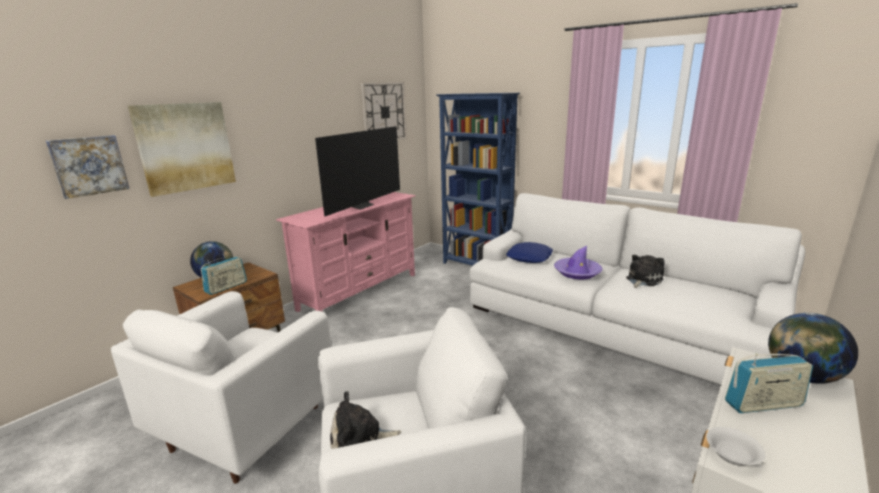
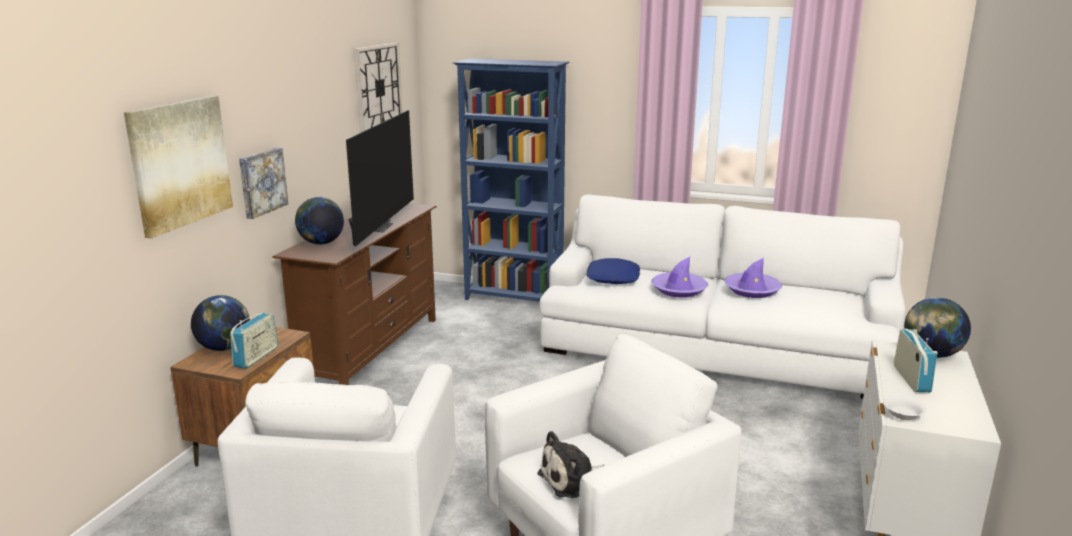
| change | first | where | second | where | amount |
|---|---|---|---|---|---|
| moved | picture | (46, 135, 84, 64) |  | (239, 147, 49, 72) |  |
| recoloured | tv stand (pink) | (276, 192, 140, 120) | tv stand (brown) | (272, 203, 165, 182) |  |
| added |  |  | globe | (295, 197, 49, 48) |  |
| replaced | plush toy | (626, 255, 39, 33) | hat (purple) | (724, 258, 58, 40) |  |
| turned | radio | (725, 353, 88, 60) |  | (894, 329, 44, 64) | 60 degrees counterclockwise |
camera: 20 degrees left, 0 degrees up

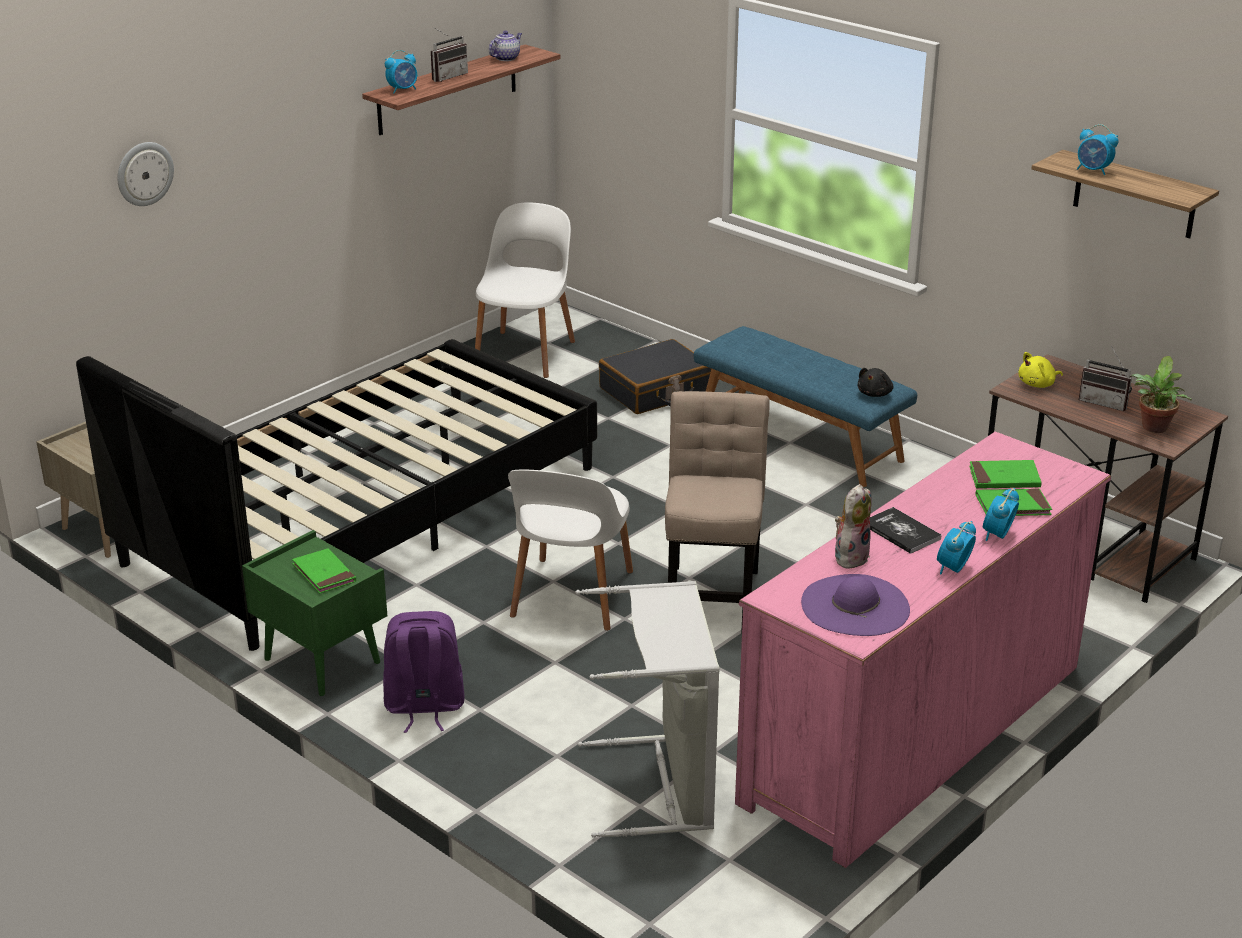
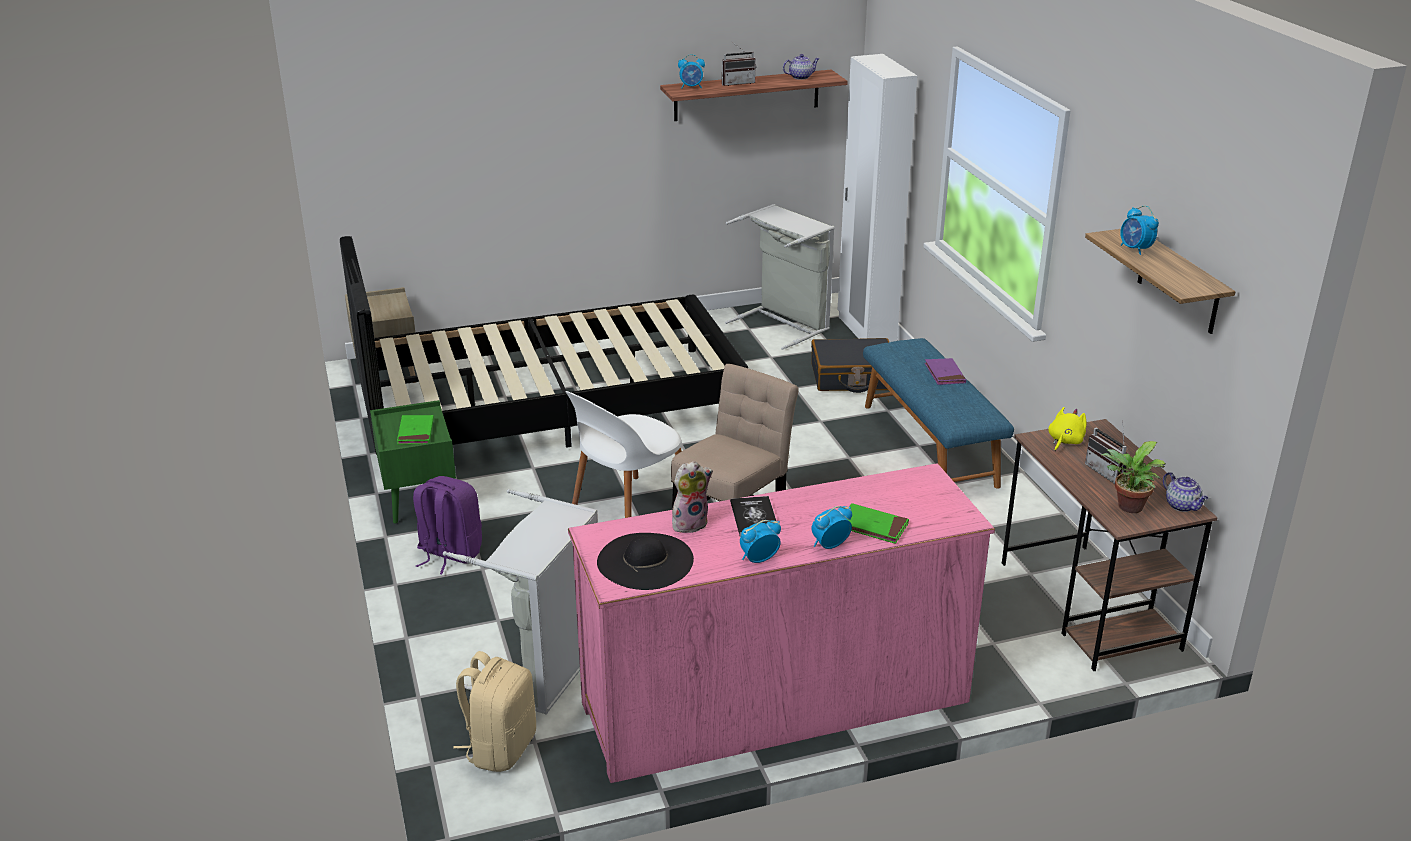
| change | first | where | second | where | amount |
|---|---|---|---|---|---|
| added |  |  | backpack (beige) | (453, 651, 83, 121) |  |
| recoloured | hat (purple) | (801, 574, 109, 62) | hat (black) | (597, 533, 97, 57) |  |
| replaced | chair (white) | (475, 202, 100, 176) | laundry basket (grey) | (725, 204, 110, 146) |  |
| added |  |  | wardrobe (white) | (838, 54, 79, 288) |  |
| added |  |  | book (purple) | (925, 358, 41, 27) |  |
| turned | plush toy (yellow) | (1018, 352, 45, 36) |  | (1048, 407, 39, 44) | 120 degrees clockwise |
| added |  |  | teapot | (1163, 472, 45, 40) |  |
| removed | wall clock | (117, 142, 57, 64) |  |  |  |
| removed | plush toy (black) | (857, 368, 36, 29) |  |  |  |
| removed | book (green) | (969, 460, 73, 29) |  |  |  |
camera: 30 degrees right, 0 degrees up

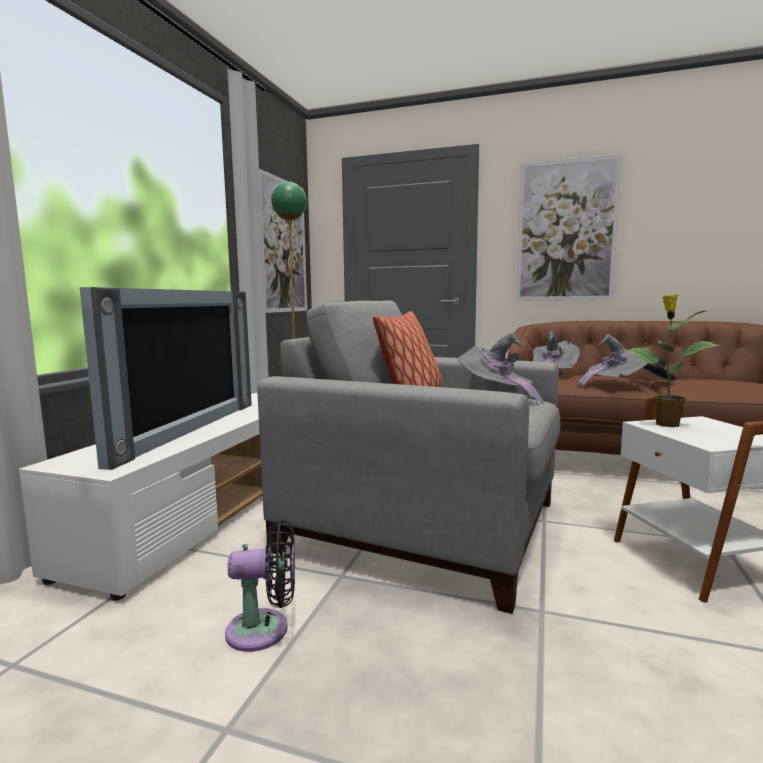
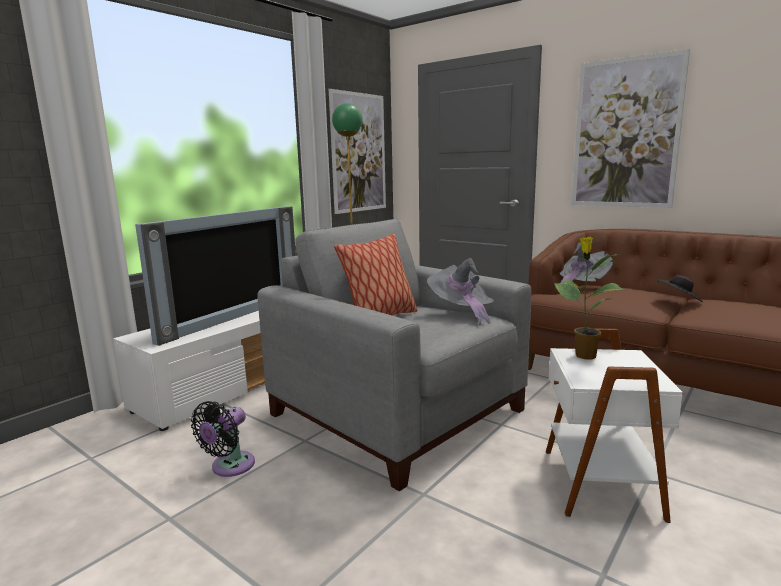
| change | first | where | second | where | amount |
|---|---|---|---|---|---|
| turned | fan (black) | (225, 520, 70, 132) |  | (191, 401, 64, 76) | 105 degrees clockwise |
| removed | hat (grey) | (577, 334, 73, 53) |  |  |  |
camera: 20 degrees right, 5 degrees up

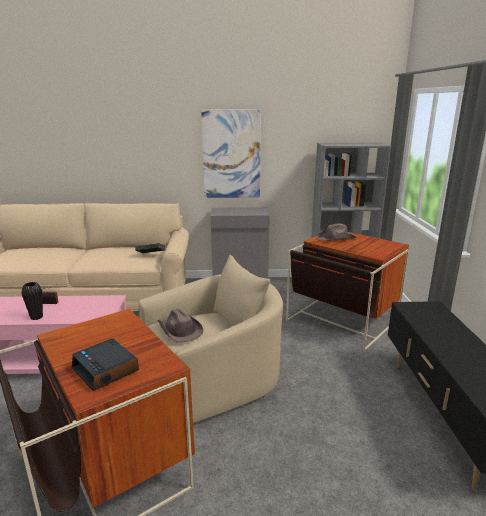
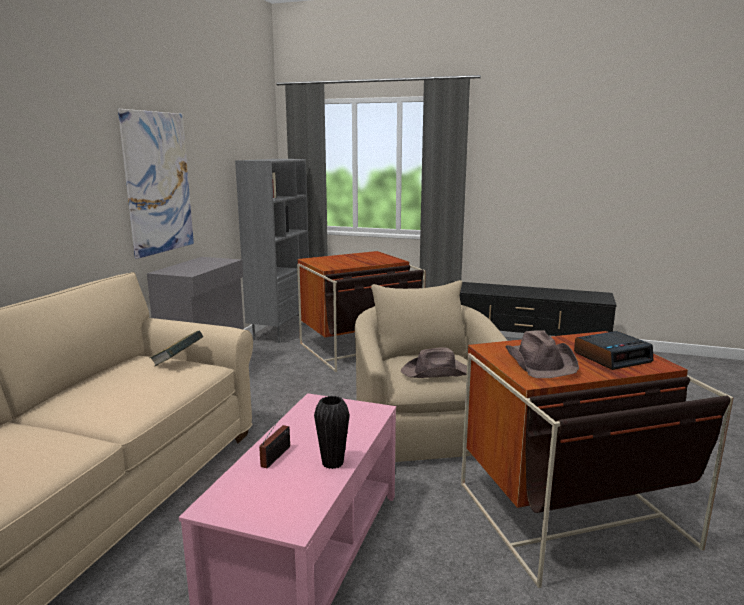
| change | first | where | second | where | amount |
|---|---|---|---|---|---|
| moved | hat (brown) | (316, 223, 41, 18) |  | (505, 330, 74, 48) |  |
camera: 70 degrees left, 5 degrees down

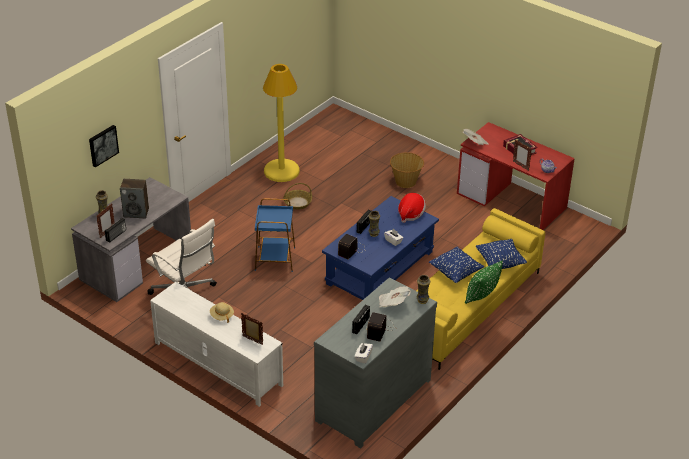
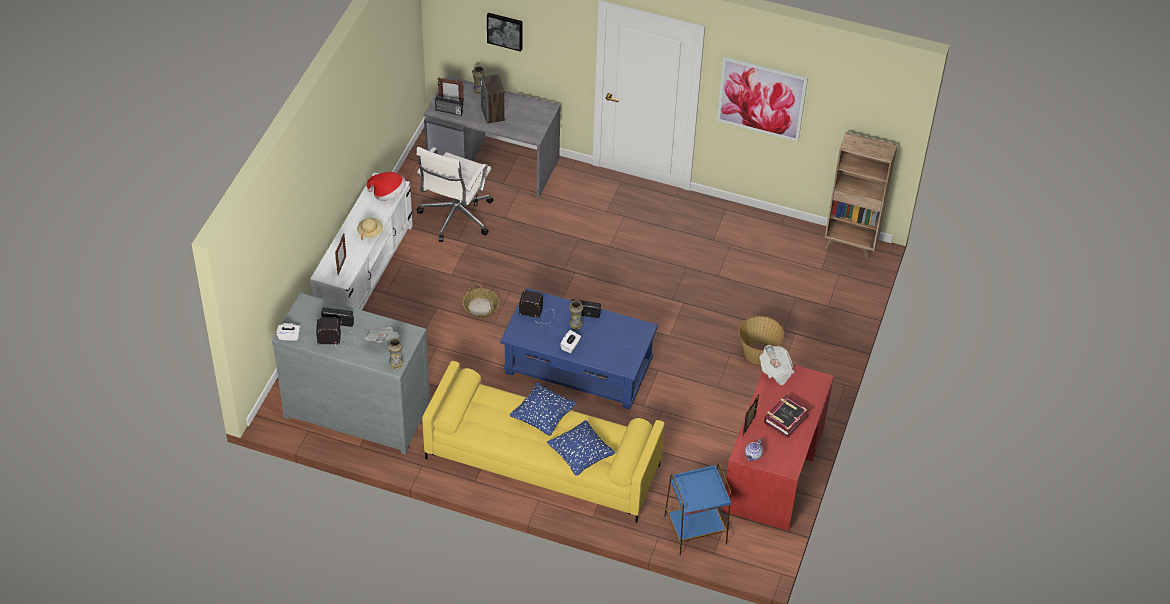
| change | first | where | second | where | amount |
|---|---|---|---|---|---|
| moved | hat | (398, 193, 28, 30) |  | (367, 172, 39, 29) |  |
| moved | basket | (283, 183, 29, 27) |  | (462, 282, 37, 36) |  |
| moved | side table (blue) | (255, 198, 40, 74) |  | (664, 463, 67, 93) |  |
| added |  |  | picture | (717, 57, 91, 85) |  |
| added |  |  | bookcase (brown) | (825, 132, 73, 128) |  |
| removed | floor lamp (yellow) | (263, 64, 37, 118) |  |  |  |
| removed | pillow (green) | (465, 260, 38, 44) |  |  |  |
camera: 70 degrees right, 10 degrees up

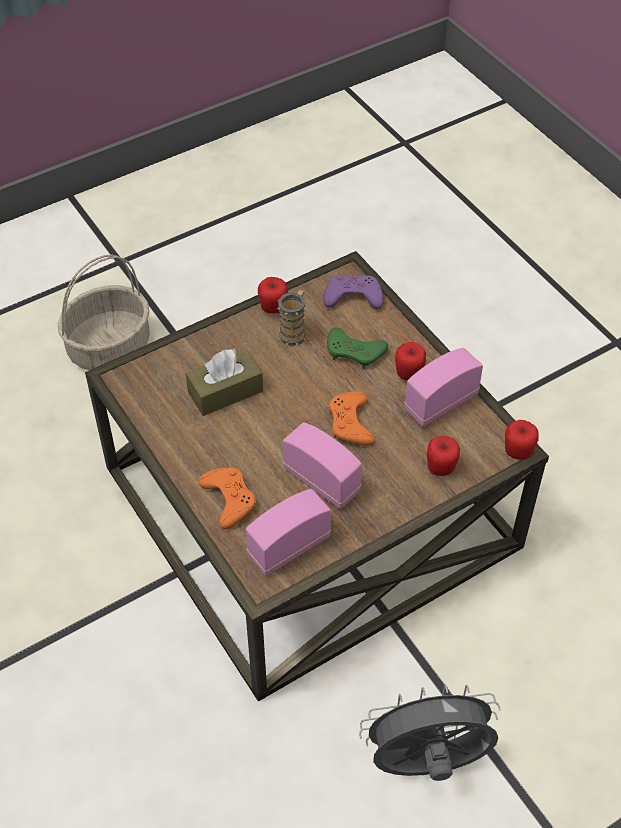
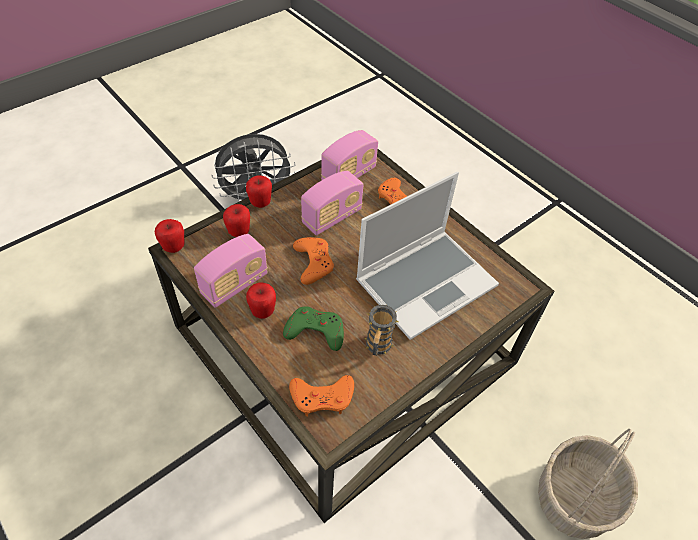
| change | first | where | second | where | amount |
|---|---|---|---|---|---|
| moved | apple | (258, 277, 30, 37) |  | (246, 176, 26, 32) |  |
| recoloured | game controller (purple) | (323, 275, 61, 34) | game controller (orange) | (289, 375, 65, 41) |  |
| turned | radio | (283, 422, 79, 87) |  | (301, 171, 63, 64) | 75 degrees counterclockwise |
| replaced | tissue box (brown) | (186, 349, 77, 67) | laptop | (356, 172, 143, 168) |  |
camera: 170 degrees right, 0 degrees up

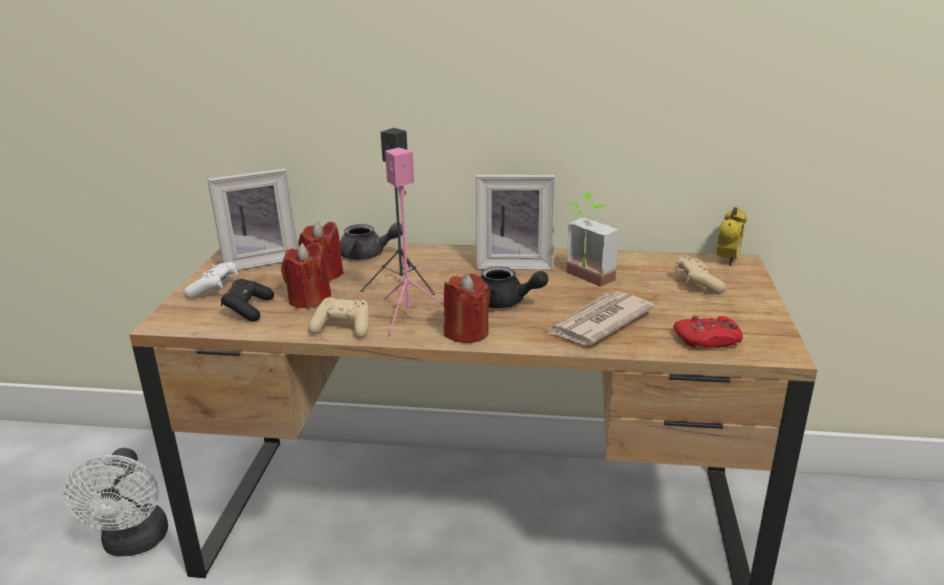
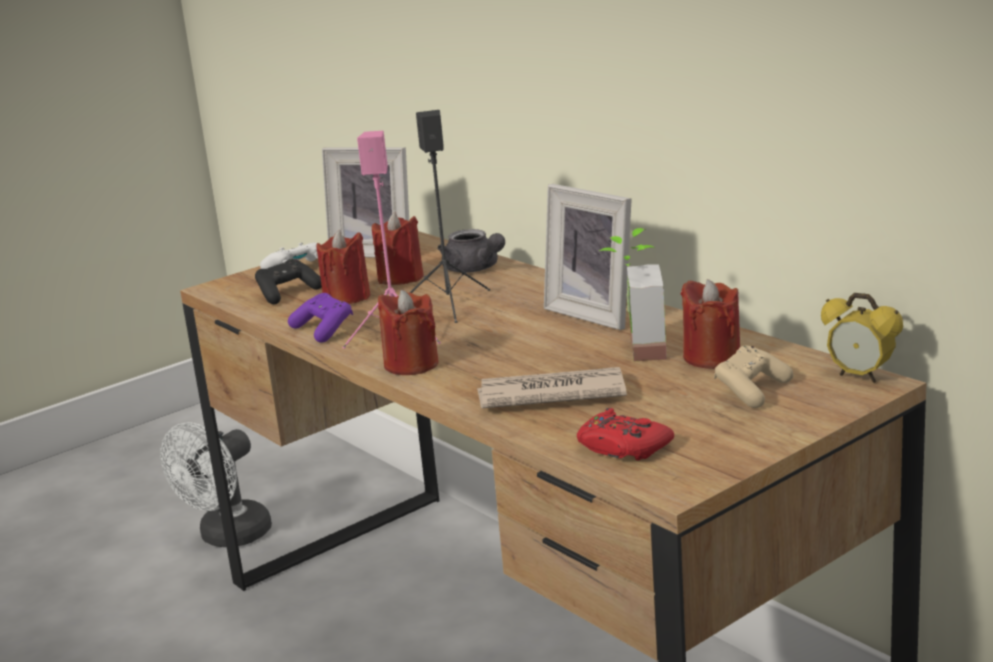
| change | first | where | second | where | amount |
|---|---|---|---|---|---|
| recoloured | game controller (beige) | (308, 297, 61, 41) | game controller (purple) | (288, 293, 65, 49) |  |
| added |  |  | candle (red) | (681, 279, 59, 90) |  |
| turned | alarm clock | (717, 207, 30, 59) |  | (821, 293, 82, 90) | 60 degrees clockwise |
| removed | teapot (black) | (481, 266, 67, 42) |  |  |  |
camera: 45 degrees right, 5 degrees down

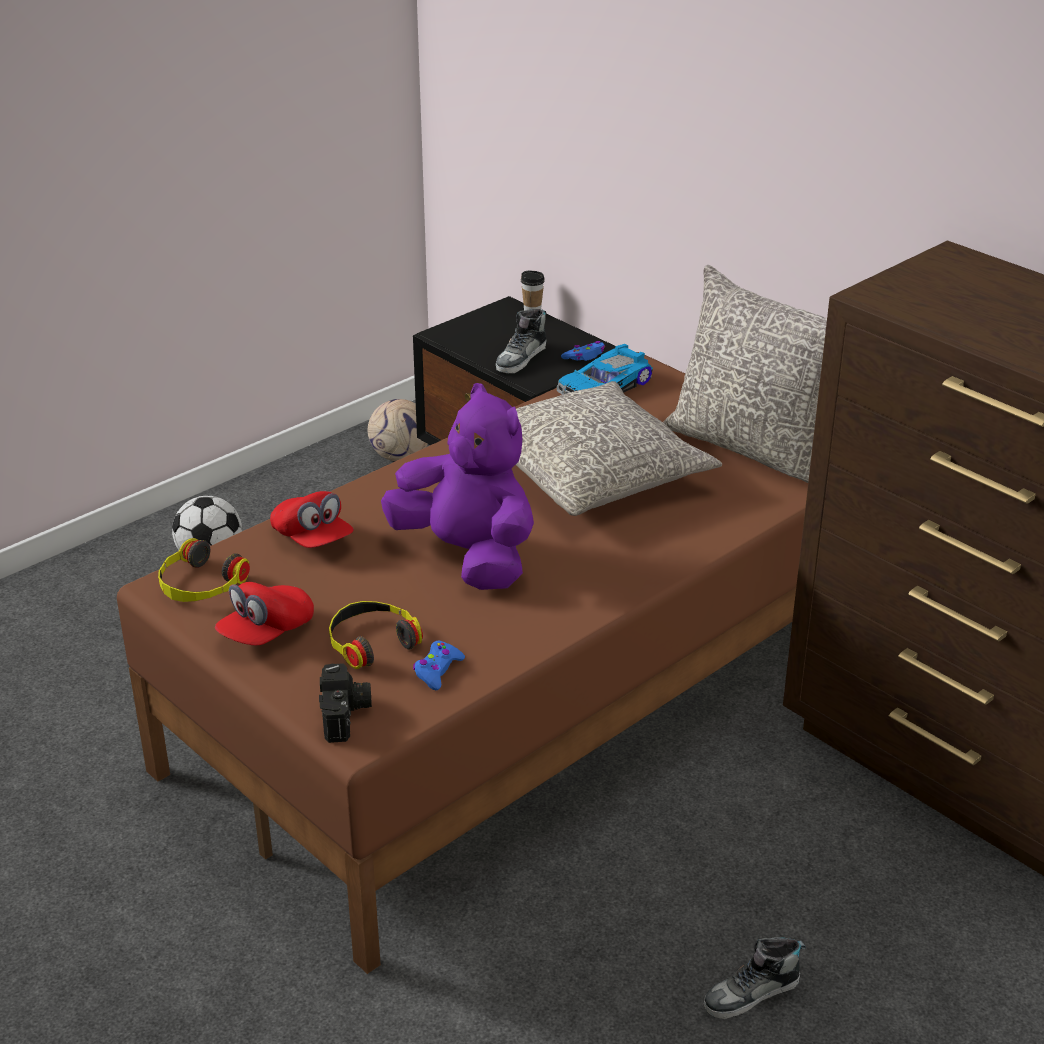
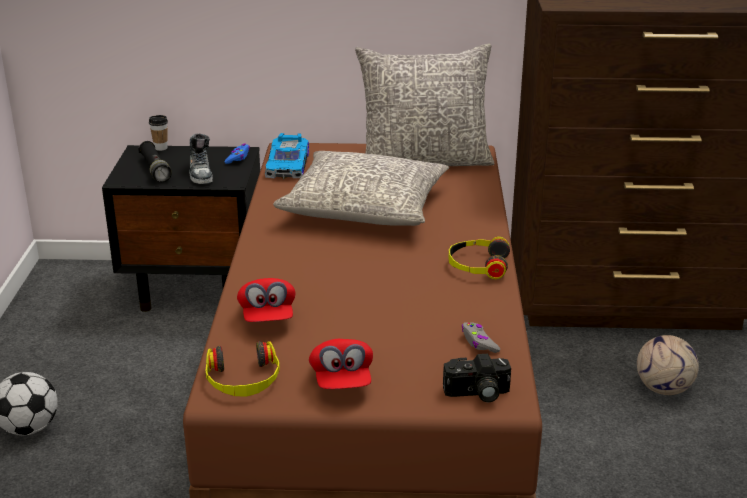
| change | first | where | second | where | amount |
|---|---|---|---|---|---|
| added |  |  | flashlight (black) | (138, 141, 34, 41) |  |
| turned | cap (red) | (270, 491, 84, 57) |  | (237, 278, 59, 44) | 75 degrees clockwise |
| turned | photo camera | (319, 663, 53, 80) |  | (443, 354, 68, 48) | 135 degrees clockwise |
| moved | headphones | (329, 601, 94, 68) |  | (449, 237, 61, 42) |  |
| recoloured | game controller (blue) | (413, 641, 52, 49) | game controller (grey) | (462, 322, 38, 31) |  |
| moved | football | (367, 399, 61, 62) |  | (637, 335, 62, 60) |  |
| removed | plush toy (purple) | (381, 383, 153, 207) |  |  |  |
| removed | shoe | (703, 937, 103, 82) |  |  |  |
camera: 45 degrees left, 5 degrees down

